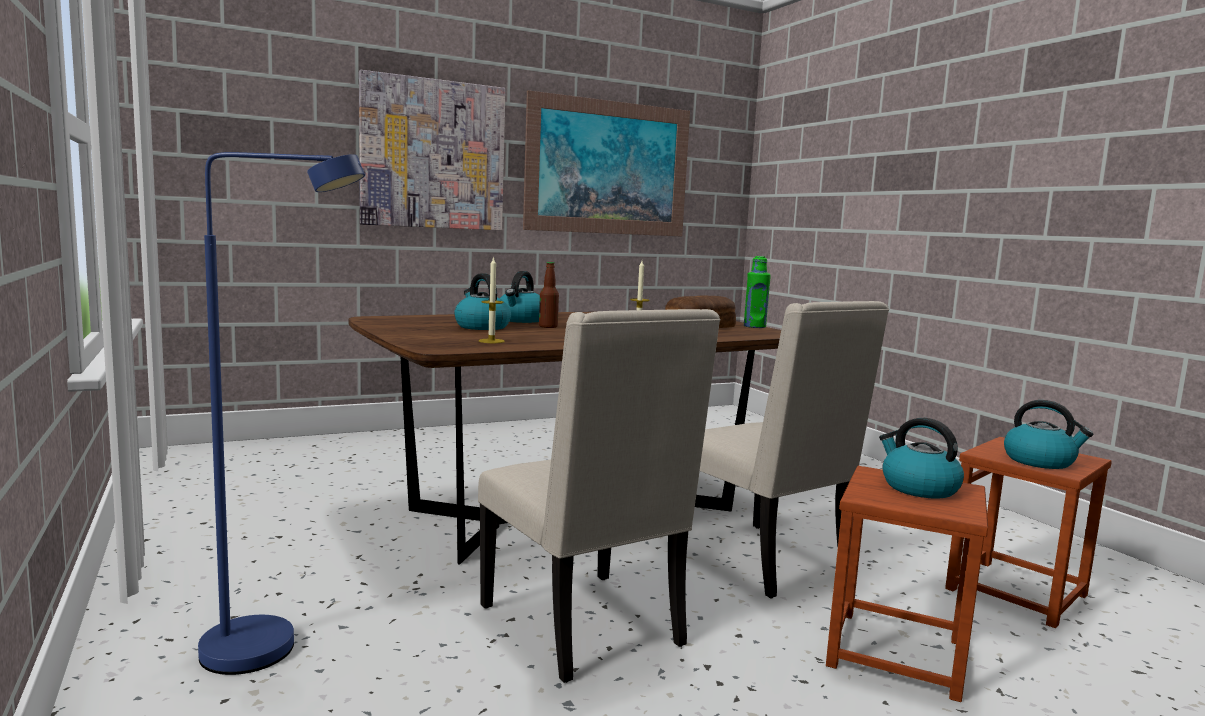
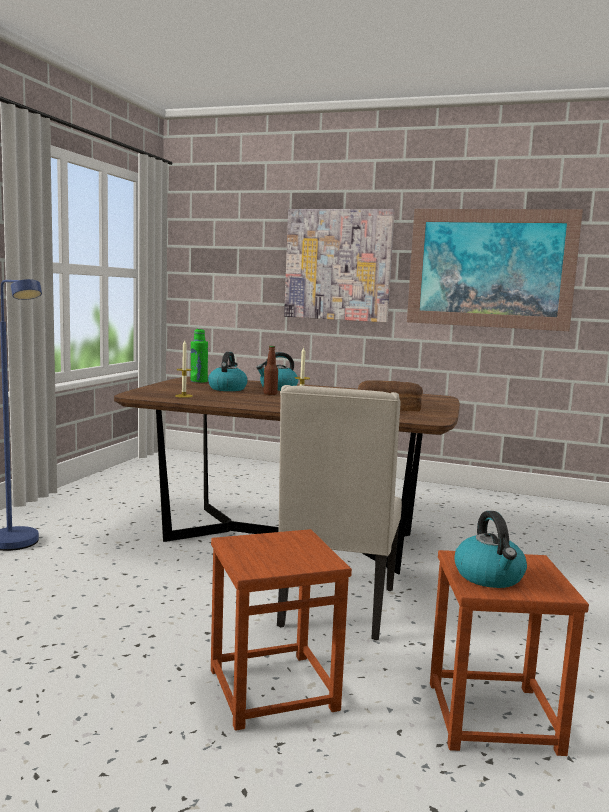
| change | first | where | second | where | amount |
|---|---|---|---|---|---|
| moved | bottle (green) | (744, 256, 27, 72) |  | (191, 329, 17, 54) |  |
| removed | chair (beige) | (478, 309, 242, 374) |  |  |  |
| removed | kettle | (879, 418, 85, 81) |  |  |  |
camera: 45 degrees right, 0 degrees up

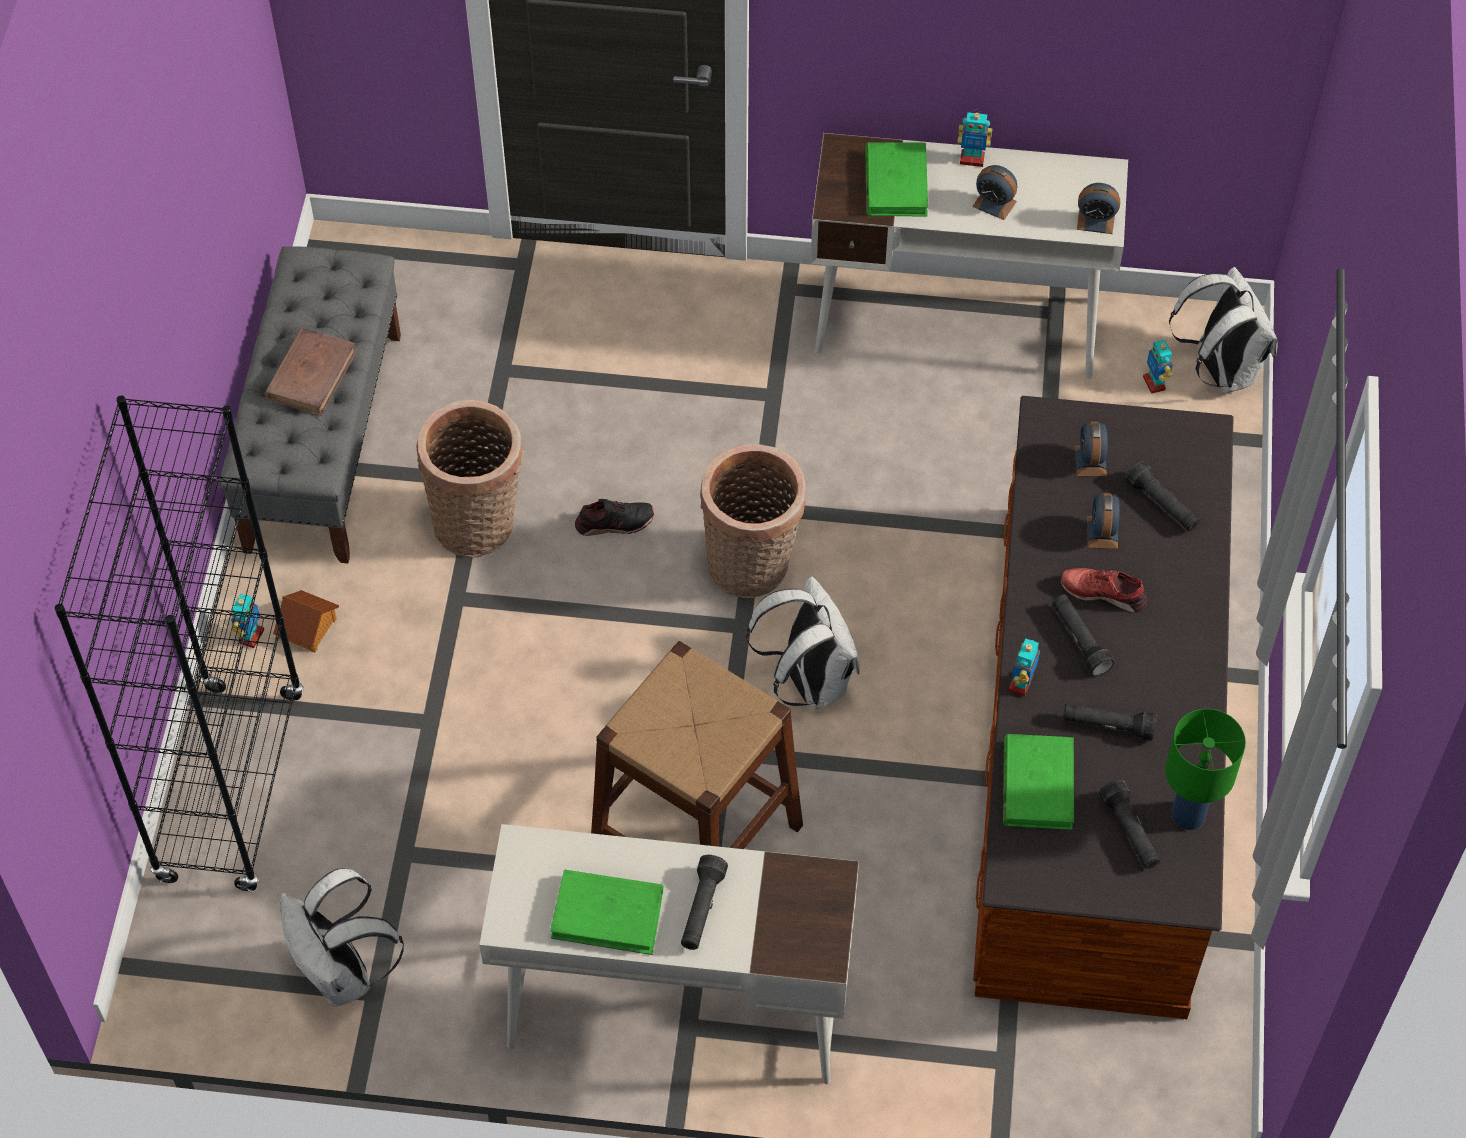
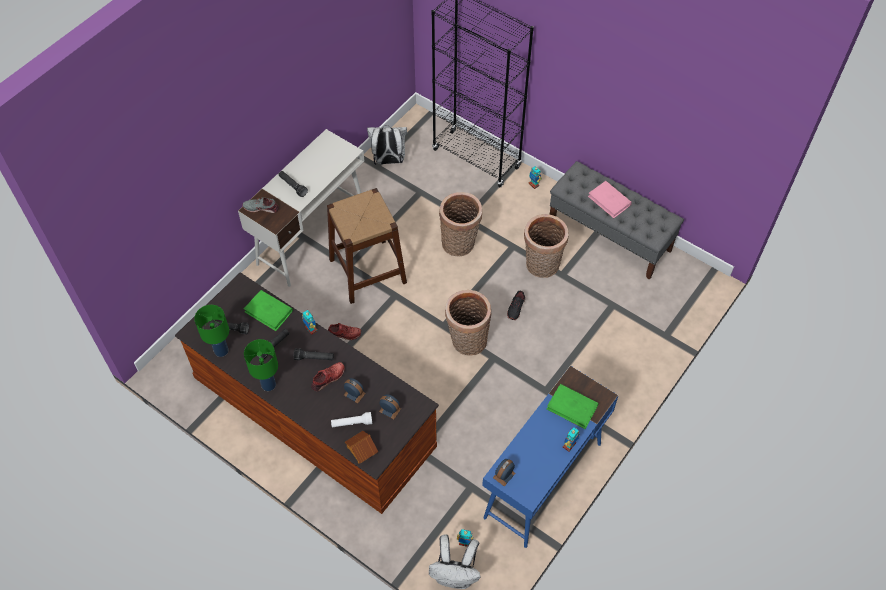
| change | first | where | second | where | amount |
|---|---|---|---|---|---|
| added |  |  | shoe (grey) | (243, 198, 36, 15) |  |
| added |  |  | table lamp (green) | (244, 339, 34, 52) |  |
| added |  |  | shoe (red) | (328, 323, 33, 17) |  |
| recoloured | flashlight (black) | (1125, 461, 75, 70) | flashlight (white) | (331, 412, 41, 15) |  |
| moved | toy house | (273, 590, 66, 62) |  | (345, 431, 33, 32) |  |
| added |  |  | basket | (439, 192, 43, 65) |  |
| recoloured | desk (white) | (811, 133, 317, 246) | desk (blue) | (482, 366, 137, 182) |  |
| recoloured | book (brown) | (264, 328, 94, 88) | book (pink) | (588, 181, 44, 37) |  |
| removed | book (green) | (550, 870, 113, 85) |  |  |  |
| removed | backpack (white) | (746, 577, 114, 133) |  |  |  |
| removed | alarm clock | (972, 165, 45, 55) |  |  |  |
camera: 120 degrees right, 0 degrees up

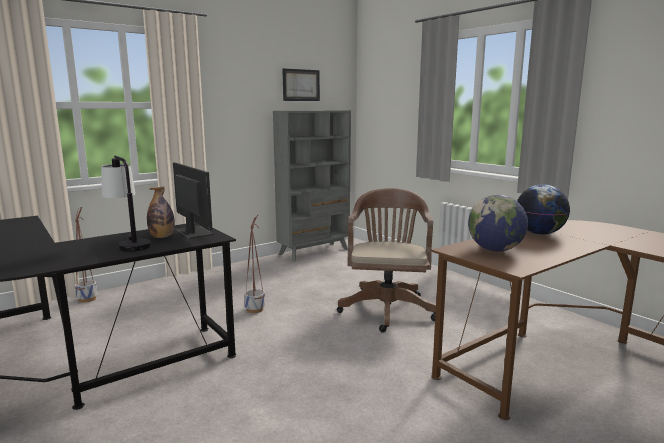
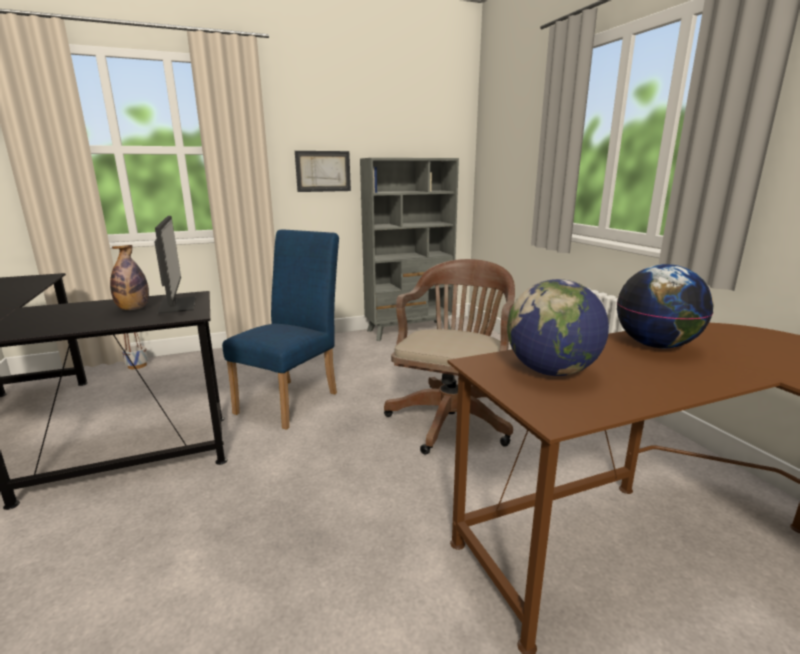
| change | first | where | second | where | amount |
|---|---|---|---|---|---|
| replaced | planter | (244, 214, 21, 99) | chair (blue) | (222, 229, 117, 201) |  |
| moved | picture | (282, 68, 38, 33) |  | (295, 151, 56, 41) |  |
| removed | table lamp | (101, 156, 50, 96) |  |  |  |
camera: 15 degrees right, 5 degrees up

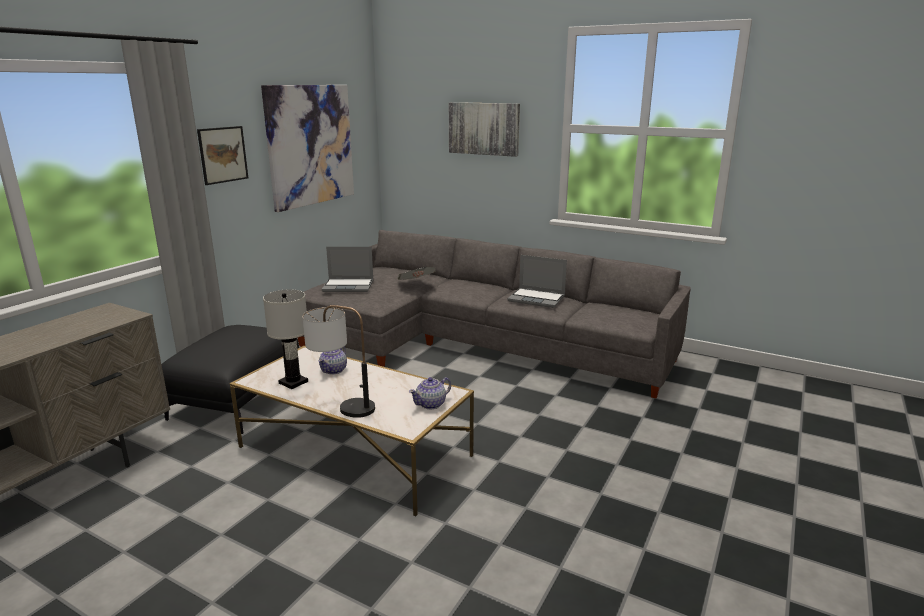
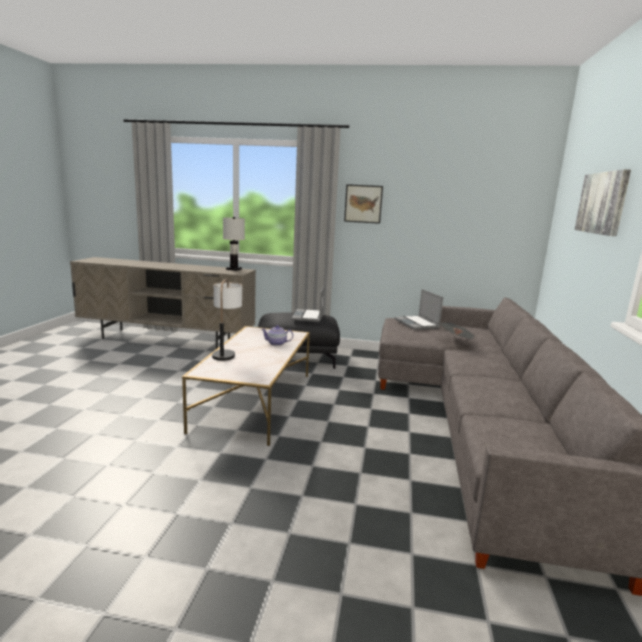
| change | first | where | second | where | amount |
|---|---|---|---|---|---|
| moved | table lamp (white) | (263, 289, 45, 100) |  | (223, 217, 22, 54) |  |
| moved | laptop | (508, 255, 59, 53) |  | (291, 285, 33, 37) |  |
| removed | picture | (261, 85, 93, 127) |  |  |  |
| removed | teapot | (409, 377, 42, 33) |  |  |  |
camera: 70 degrees right, 5 degrees down

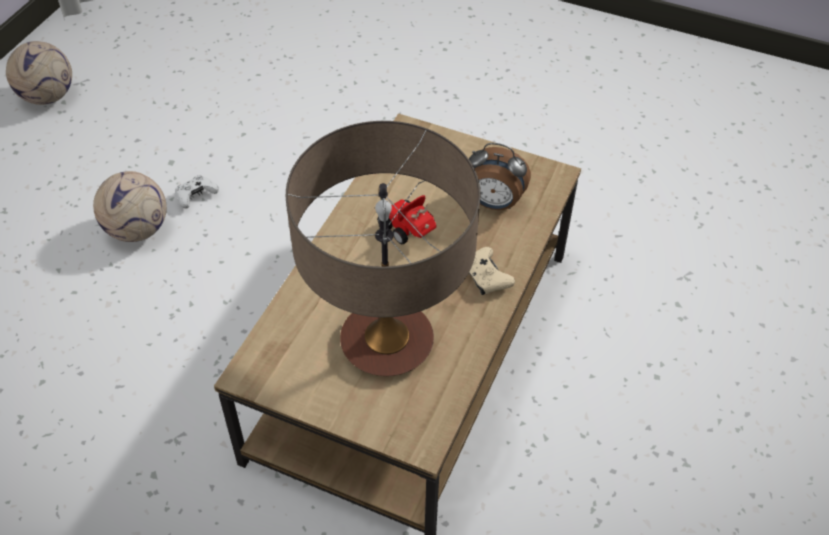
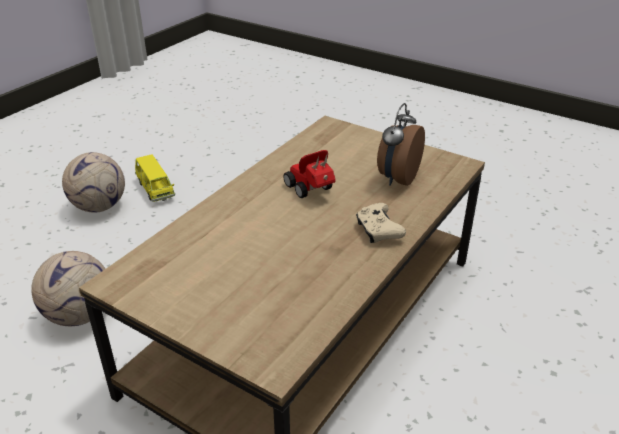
| change | first | where | second | where | amount |
|---|---|---|---|---|---|
| moved | football | (6, 41, 66, 64) |  | (31, 251, 74, 75) |  |
| replaced | game controller (white) | (175, 175, 44, 33) | toy car (yellow) | (135, 154, 40, 48) |  |
| turned | alarm clock | (469, 143, 62, 67) |  | (377, 103, 48, 83) | 90 degrees clockwise |
| removed | table lamp | (286, 121, 194, 255) |  |  |  |
camera: 10 degrees right, 15 degrees down

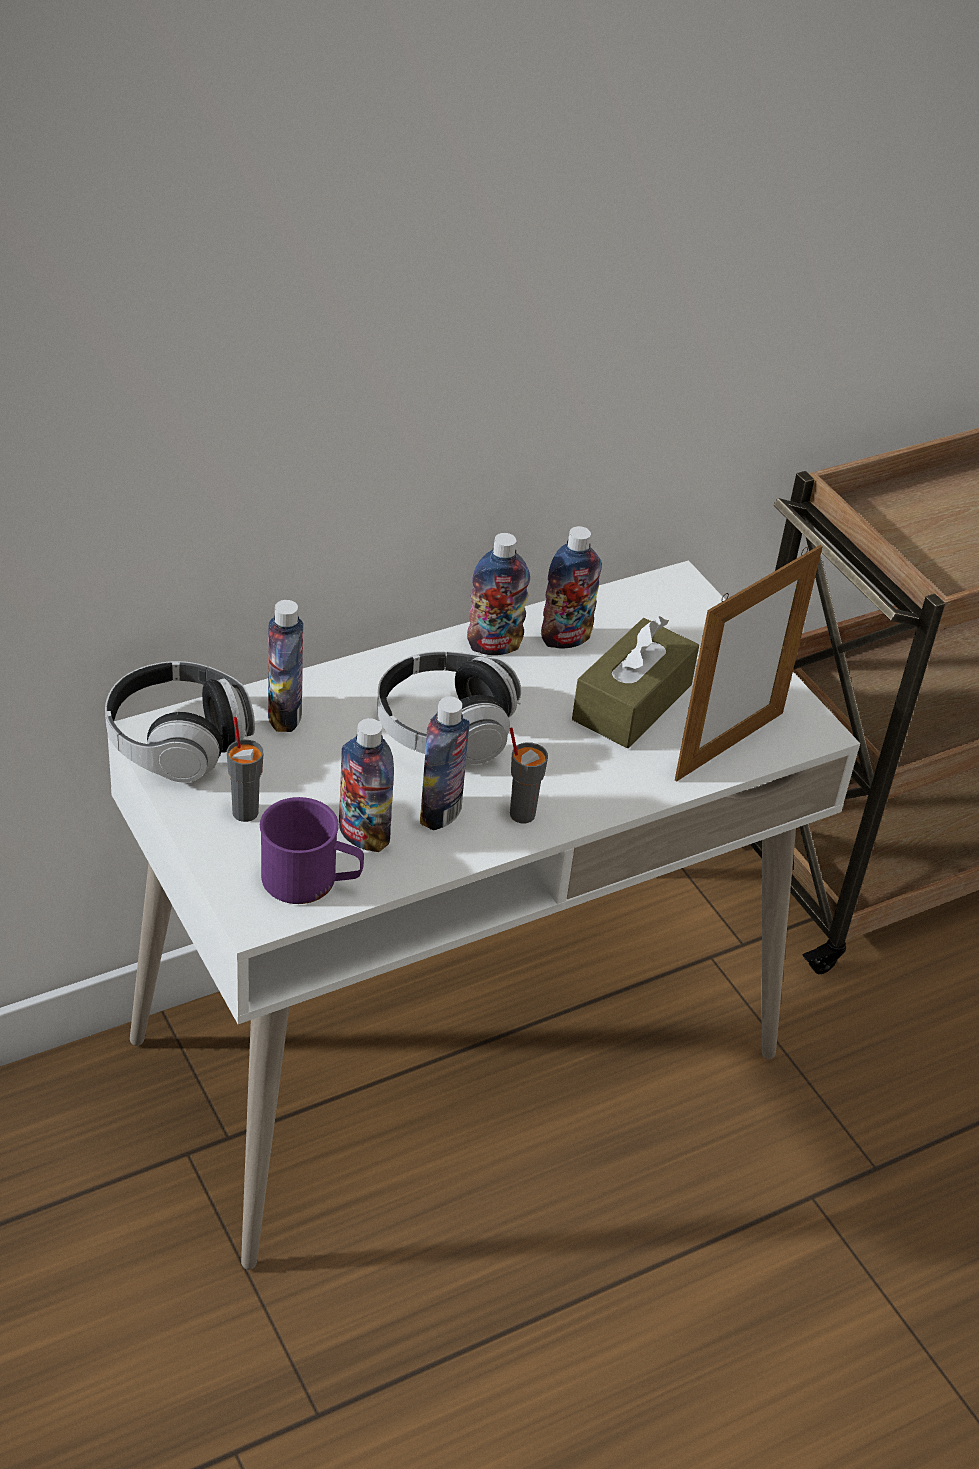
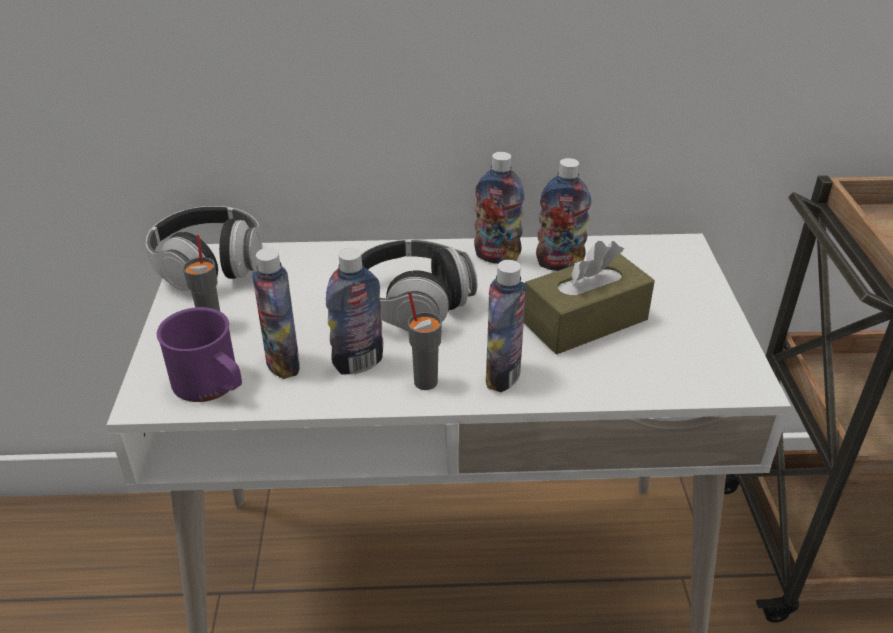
| change | first | where | second | where | amount |
|---|---|---|---|---|---|
| moved | bottle | (268, 600, 35, 132) |  | (486, 260, 40, 132) |  |
| removed | picture frame | (675, 545, 148, 237) |  |  |  |
camera: 30 degrees right, 5 degrees down

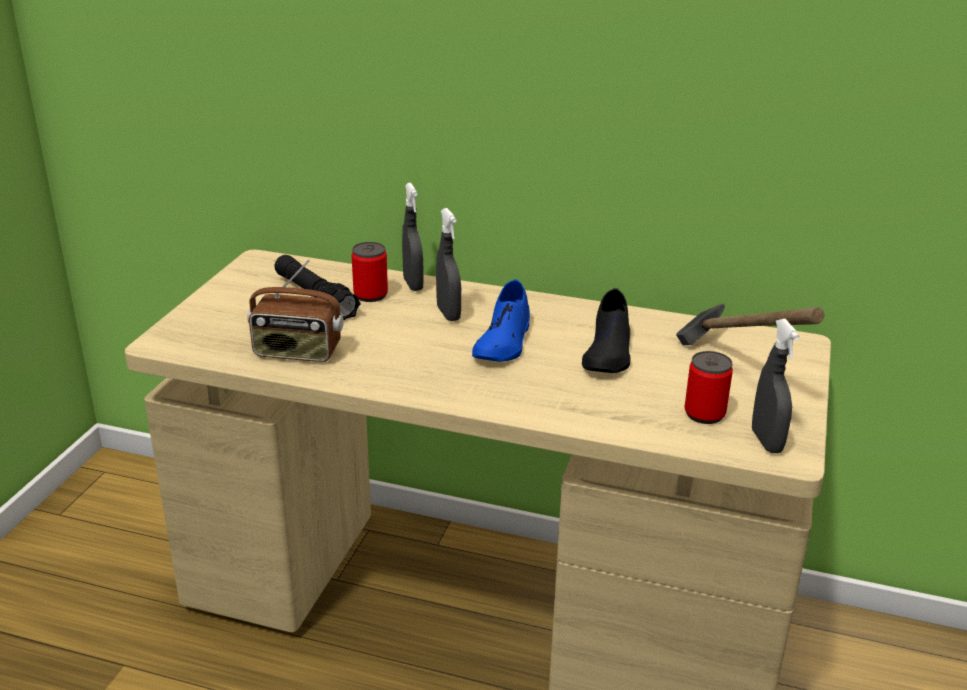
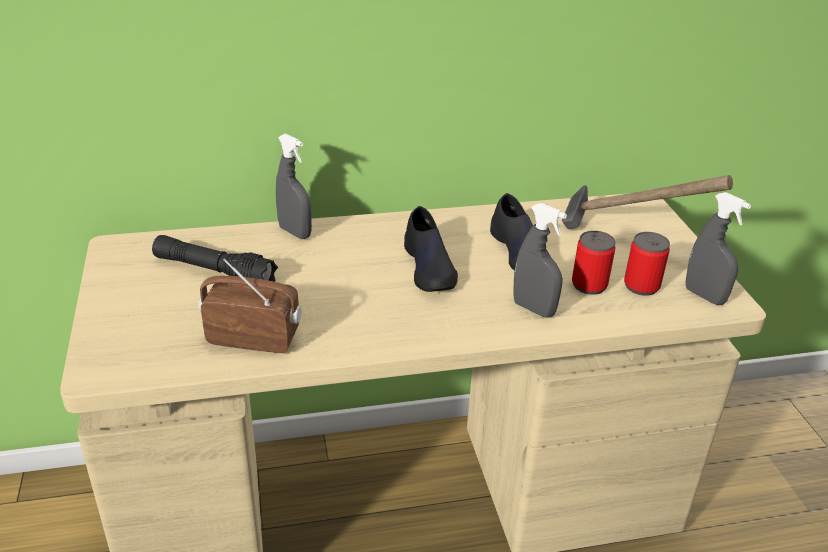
| change | first | where | second | where | amount |
|---|---|---|---|---|---|
| turned | radio | (247, 259, 97, 103) |  | (198, 259, 104, 94) | 150 degrees counterclockwise |
| recoloured | shoe (blue) | (472, 279, 58, 83) | shoe (black) | (404, 206, 54, 86) |  |
| moved | spray bottle (grey) | (436, 208, 25, 113) |  | (513, 203, 54, 115) |  |
| moved | can | (352, 242, 36, 60) |  | (572, 231, 43, 64) |  |
camera: 30 degrees left, 5 degrees up

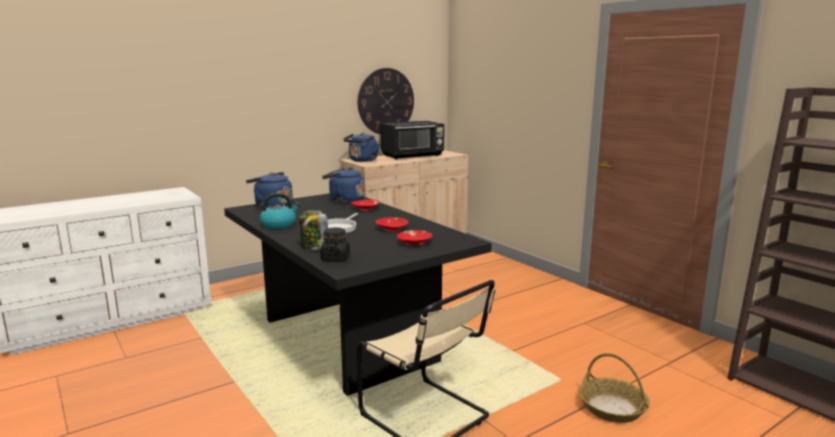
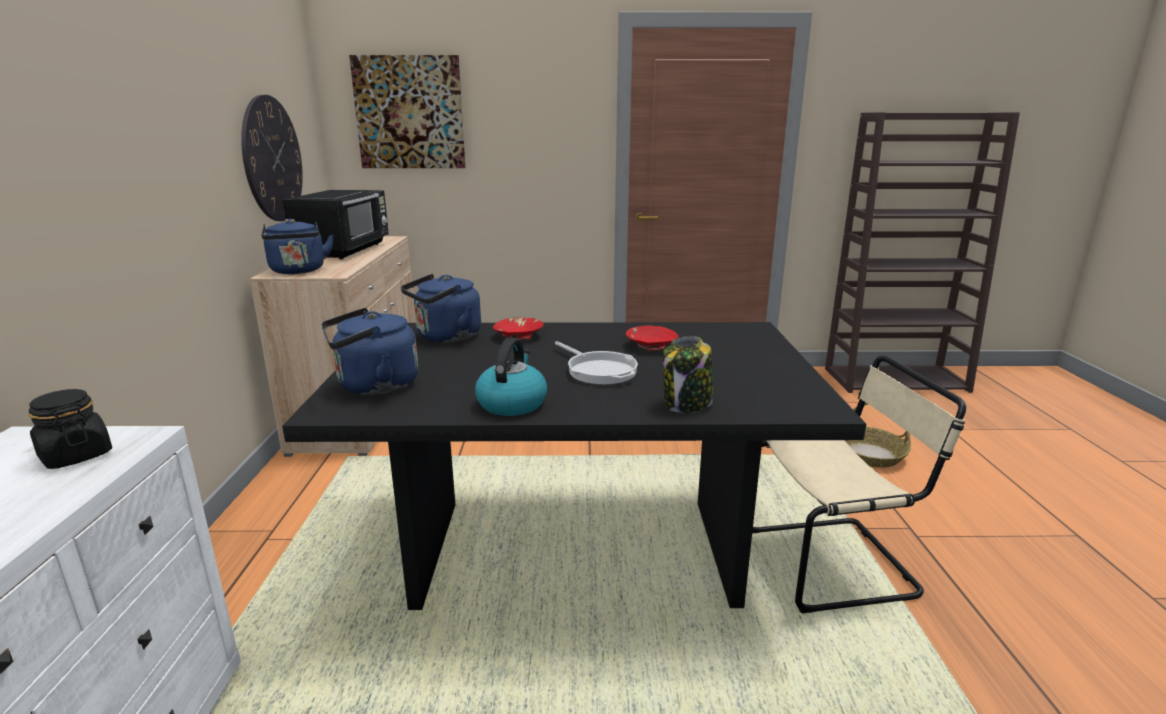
| change | first | where | second | where | amount |
|---|---|---|---|---|---|
| moved | jar (black) | (321, 227, 29, 35) |  | (29, 389, 83, 80) |  |
| added |  |  | picture | (349, 55, 116, 113) |  |
| removed | bowl (red) | (397, 230, 36, 17) |  |  |  |
camera: 55 degrees left, 5 degrees up

